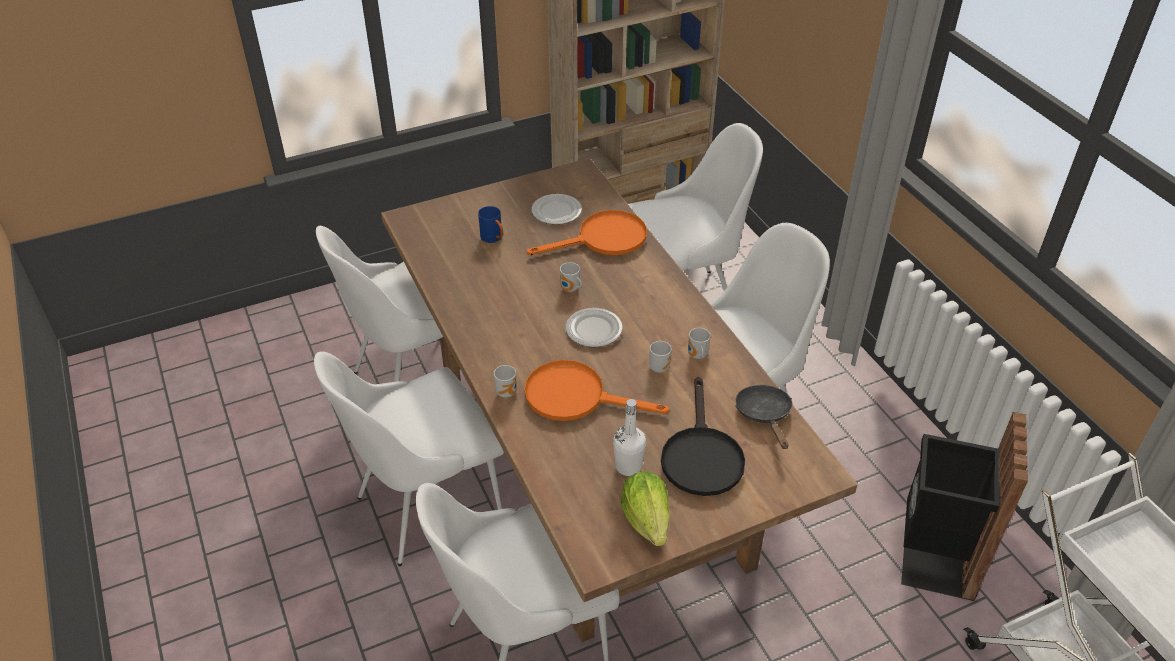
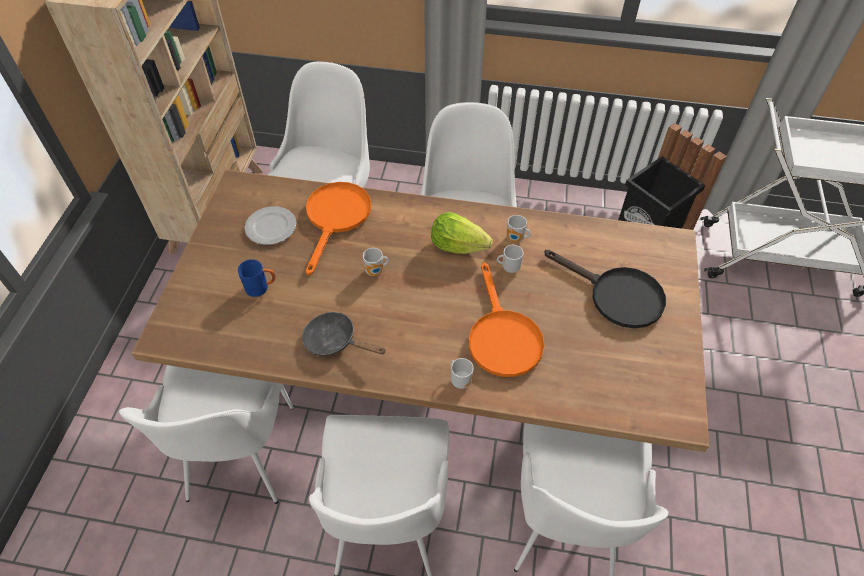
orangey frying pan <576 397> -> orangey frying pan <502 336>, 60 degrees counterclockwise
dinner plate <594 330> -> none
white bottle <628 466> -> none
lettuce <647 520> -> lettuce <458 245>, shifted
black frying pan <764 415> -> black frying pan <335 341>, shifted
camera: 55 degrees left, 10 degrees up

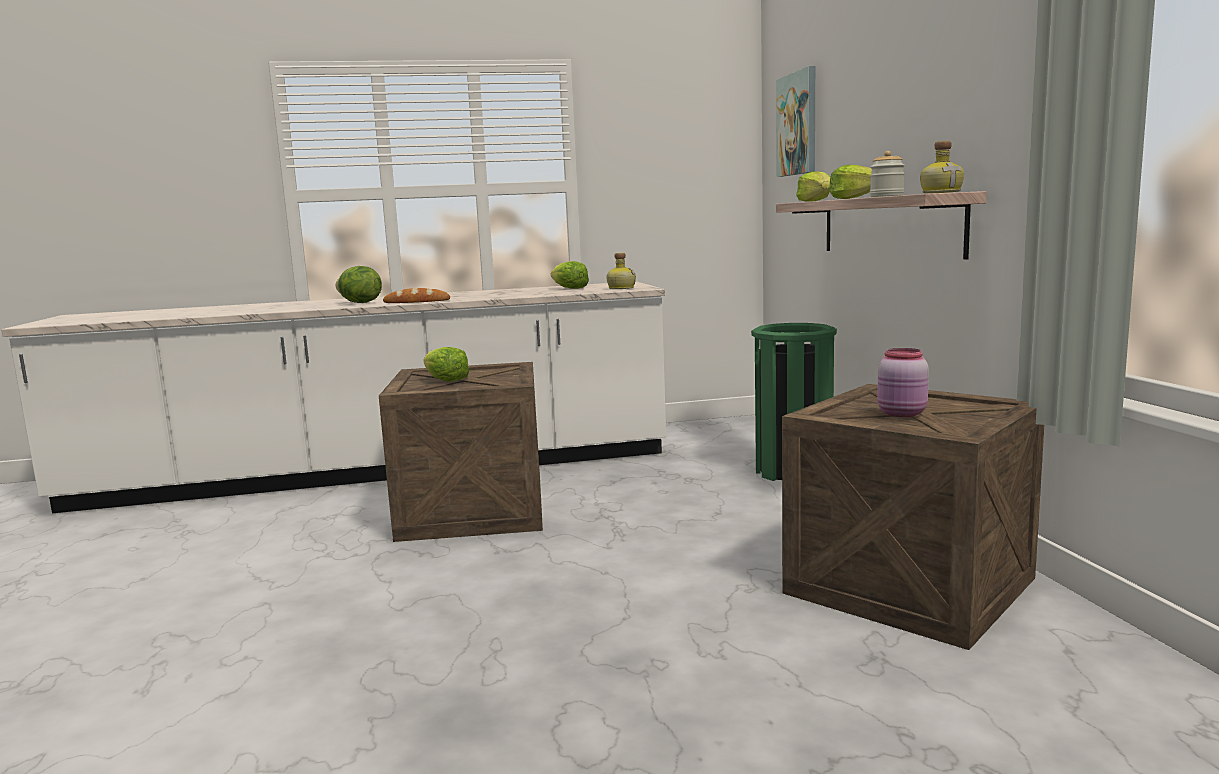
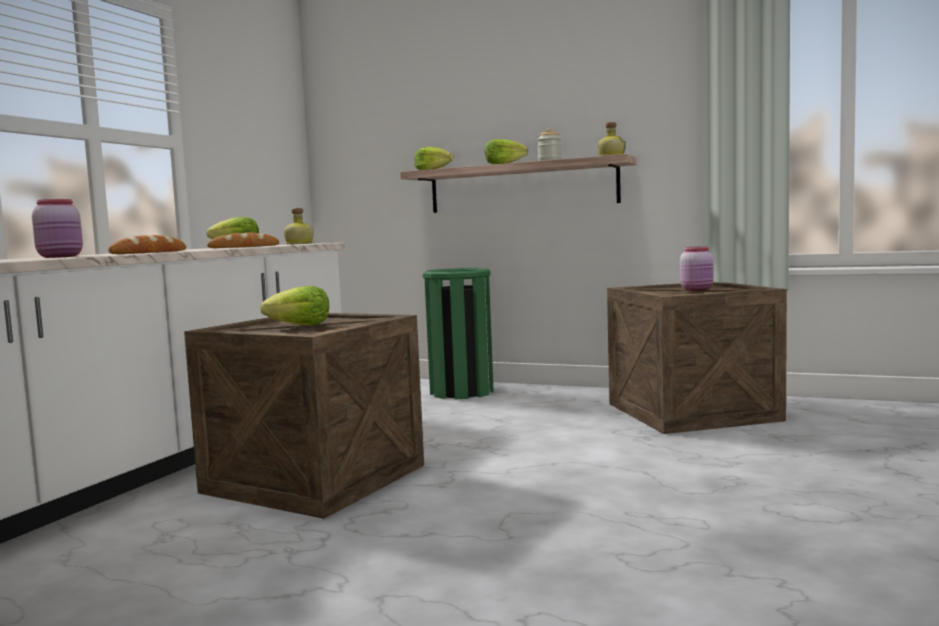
lettuce <359 303> -> pinkish jar <61 257>
wall art <798 124> -> none
none -> bread <244 247>
camera: 55 degrees left, 5 degrees down

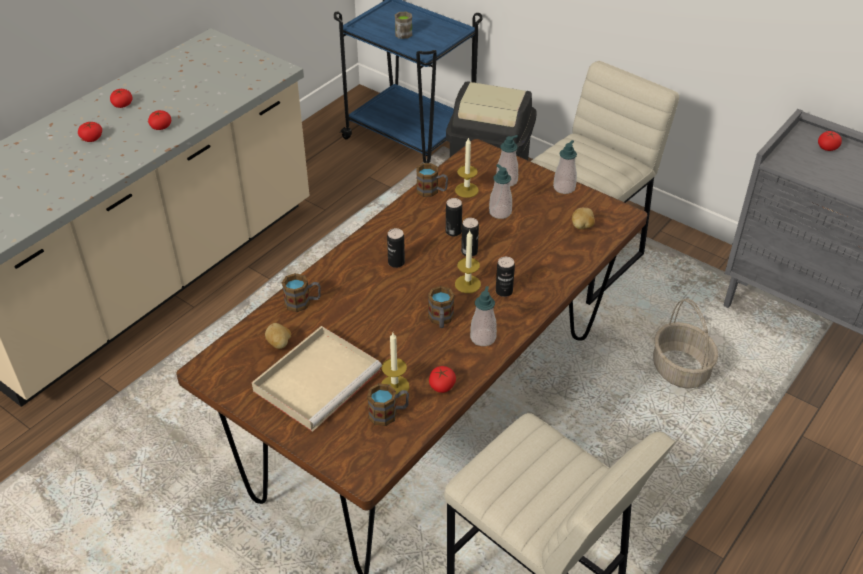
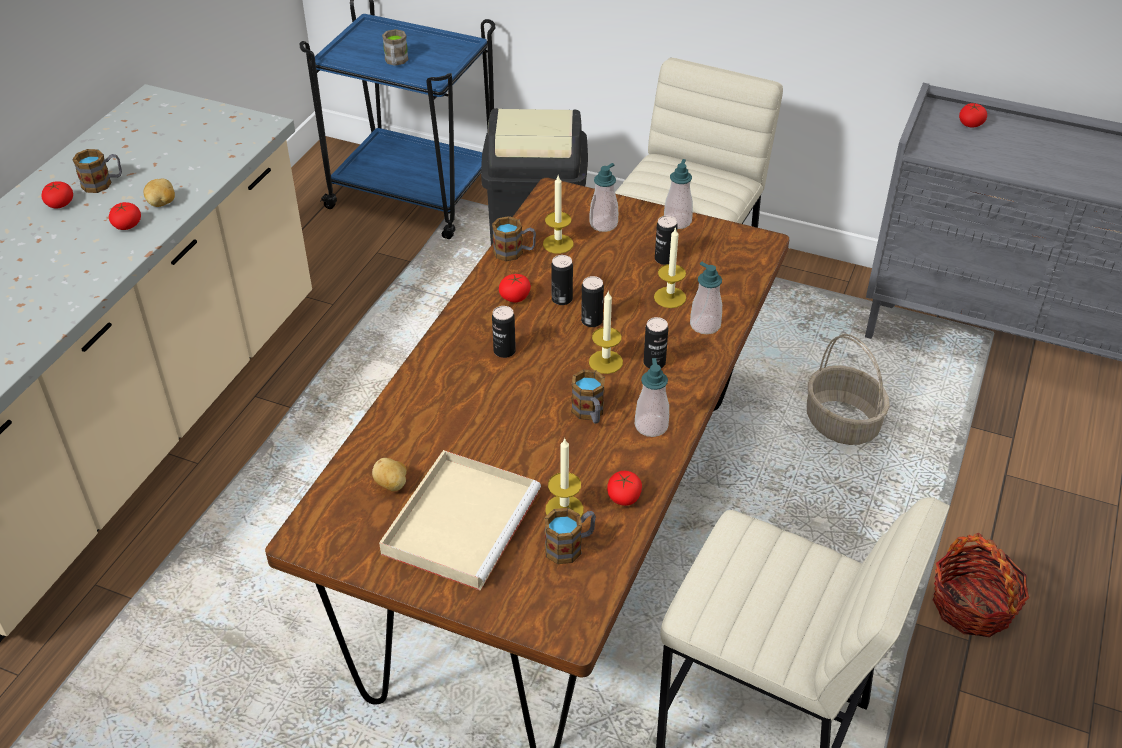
whole tomato <92 138> -> whole tomato <515 296>, shifted
coffee mug <303 302> -> coffee mug <103 183>, shifted
soap bottle <500 212> -> soap bottle <705 325>, shifted
potato <582 226> -> potato <162 203>, shifted
none -> candle <670 297>
none -> sealed can <664 259>
none -> household basket <972 605>
camera: 15 degrees left, 0 degrees up

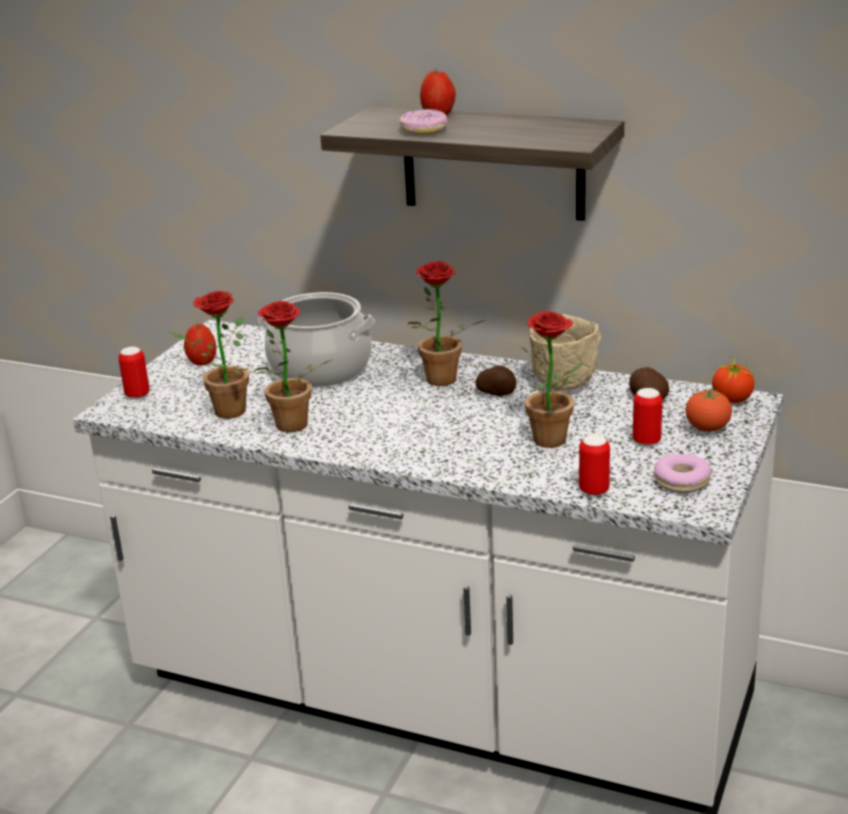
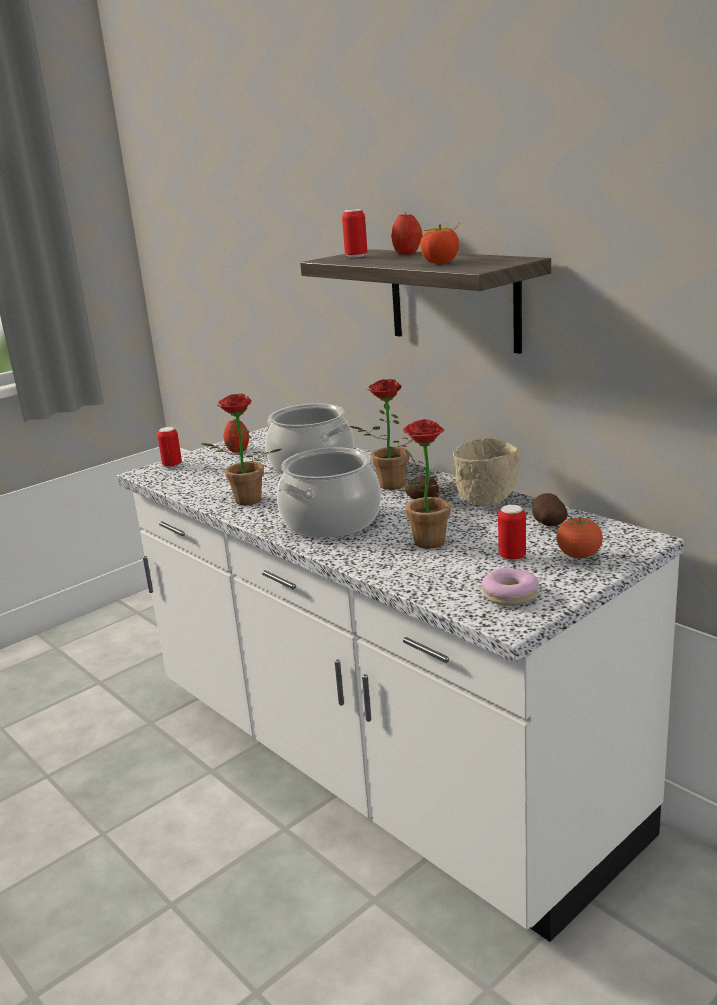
plant in a pot <223 412> -> none
ring doughnut <423 130> -> none
sealed can <594 490> -> sealed can <356 256>, shifted
whole tomato <731 399> -> whole tomato <440 262>, shifted
none -> cooking pot <330 521>
camera: 25 degrees right, 5 degrees down

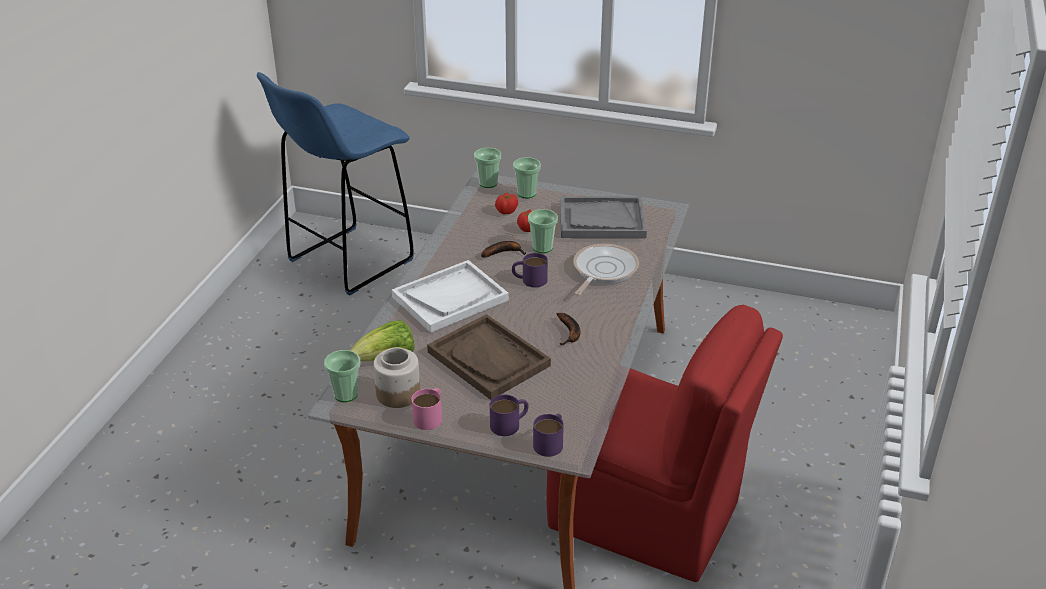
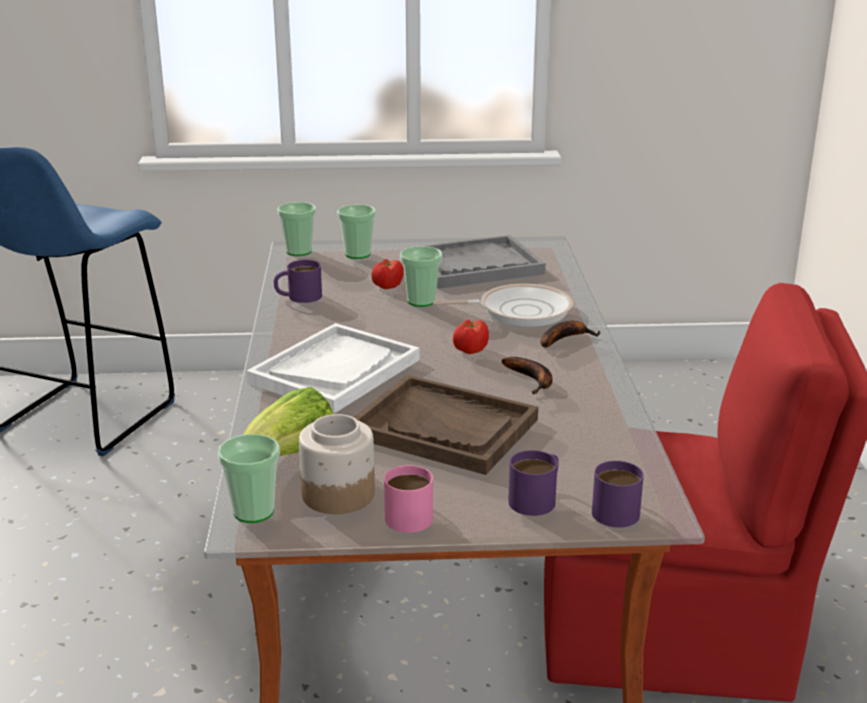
banana fruit <503 252> -> banana fruit <564 338>, shifted
whole tomato <506 211> -> whole tomato <470 350>, shifted
purple coffee mug <529 280> -> purple coffee mug <298 297>, shifted
frying pan <603 270> -> frying pan <519 311>, 75 degrees clockwise
camera: 20 degrees left, 10 degrees down

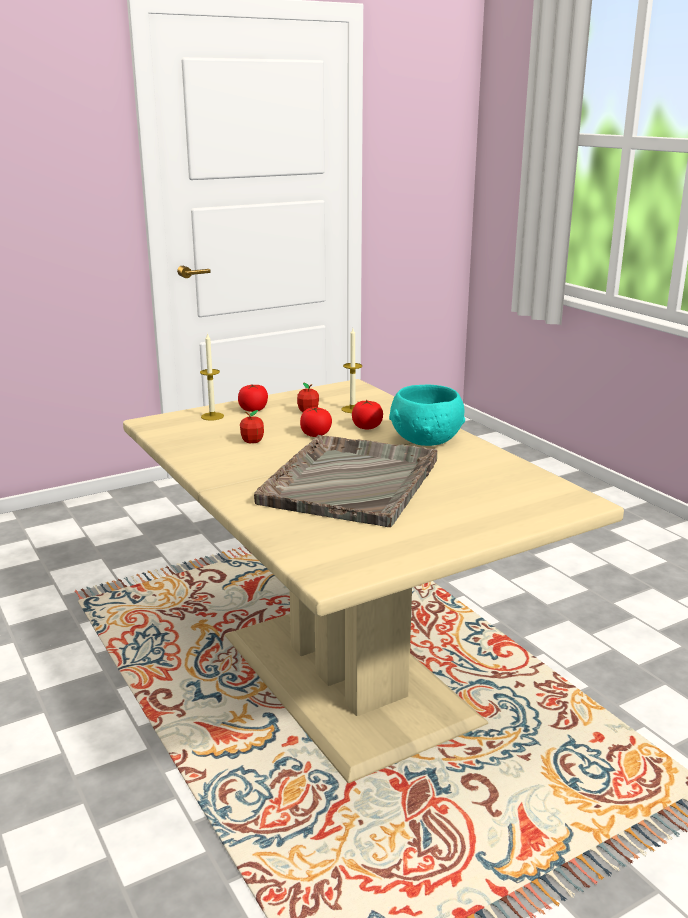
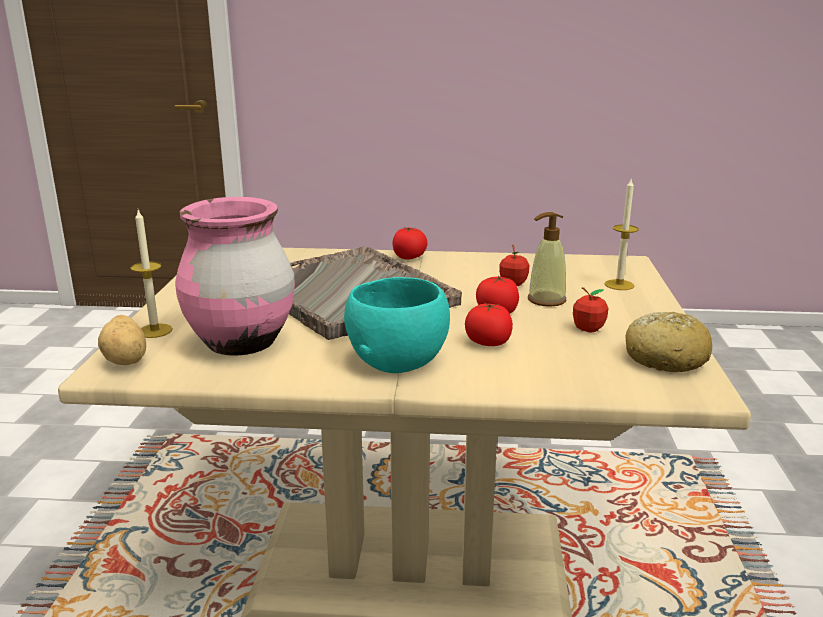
whole tomato <253 409> -> whole tomato <409 257>, shifted
candle <352 409> -> candle <155 331>, shifted
none -> potato <127 360>
none -> pinkish vase <241 344>
none -> soap bottle <546 300>
none -> bread <665 358>
camera: 125 degrees right, 0 degrees up

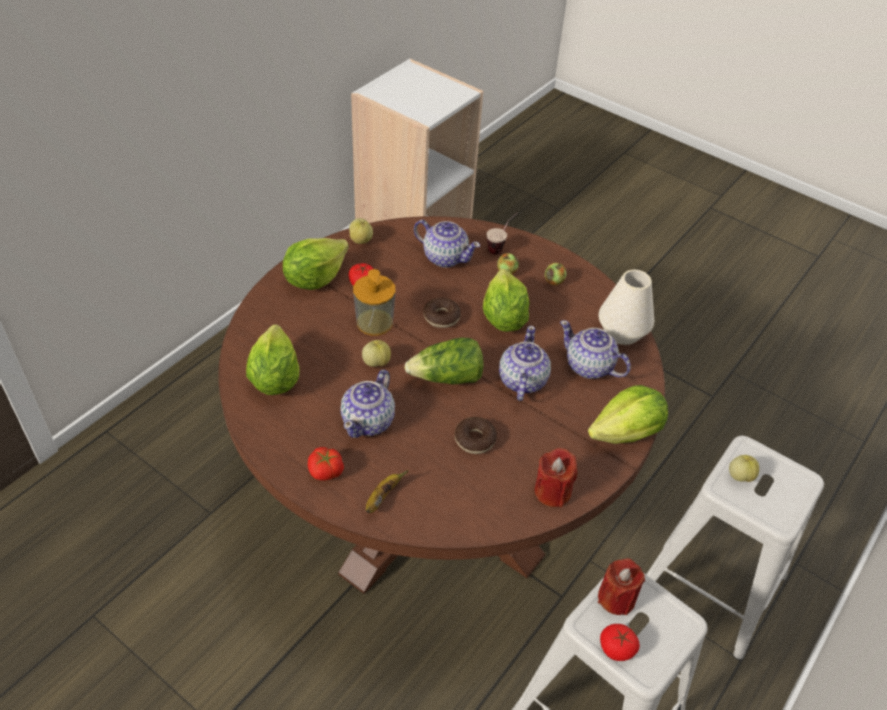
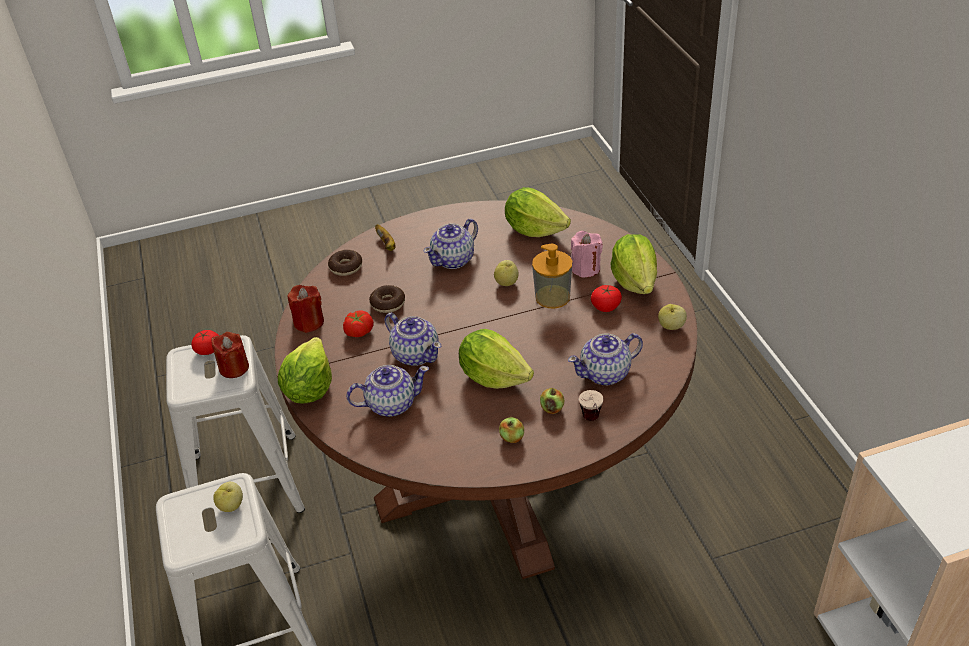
whole tomato <326 471> -> whole tomato <358 331>, shifted
tea pot <369 421> -> tea pot <454 259>, 105 degrees counterclockwise
lettuce <447 378> -> none
ring doughnut <441 317> -> ring doughnut <346 267>, shifted
white vase <622 332> -> none
none -> pinkish candle <585 268>
camera: 130 degrees right, 5 degrees down

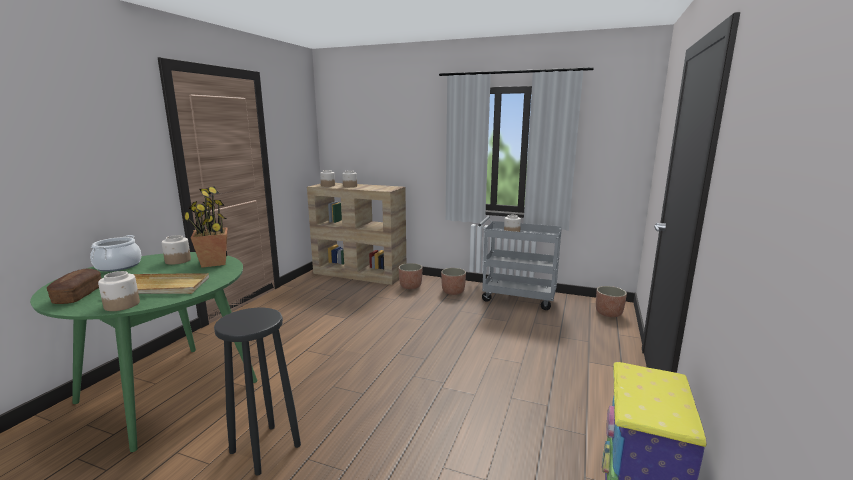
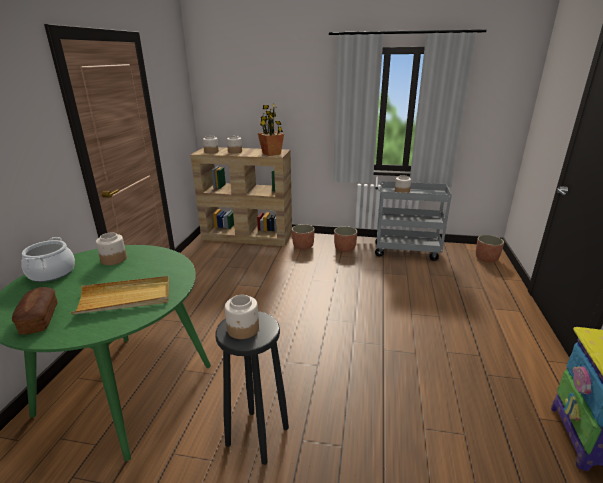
jar <122 305> -> jar <243 329>, shifted
plant in a pot <214 263> -> plant in a pot <271 154>, shifted
camera: 10 degrees left, 10 degrees up

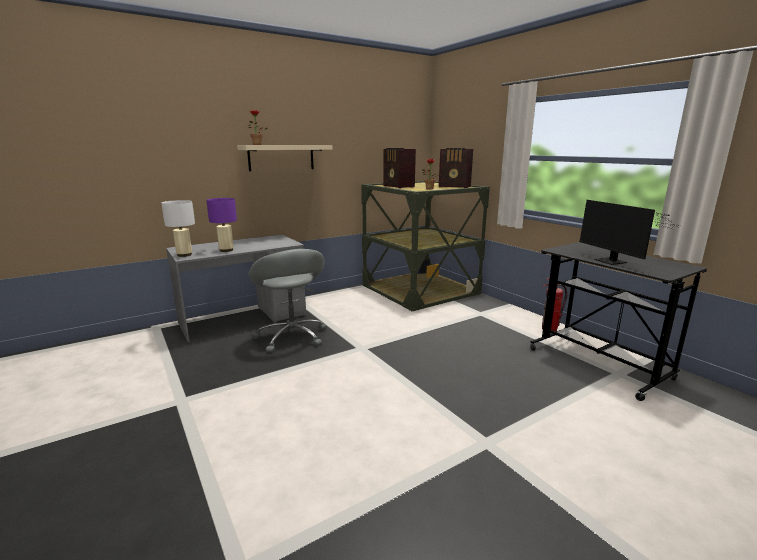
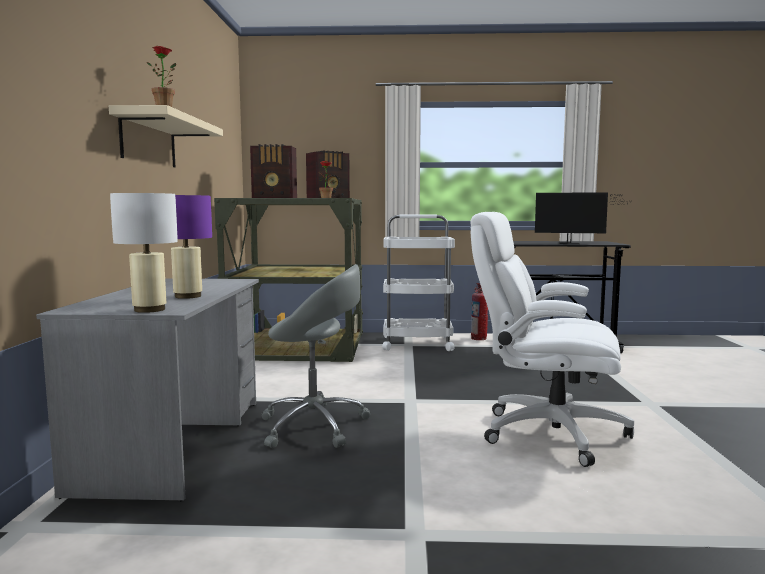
none -> white trolley <417 344>
none -> white computer chair <543 431>
camera: 55 degrees left, 10 degrees down

